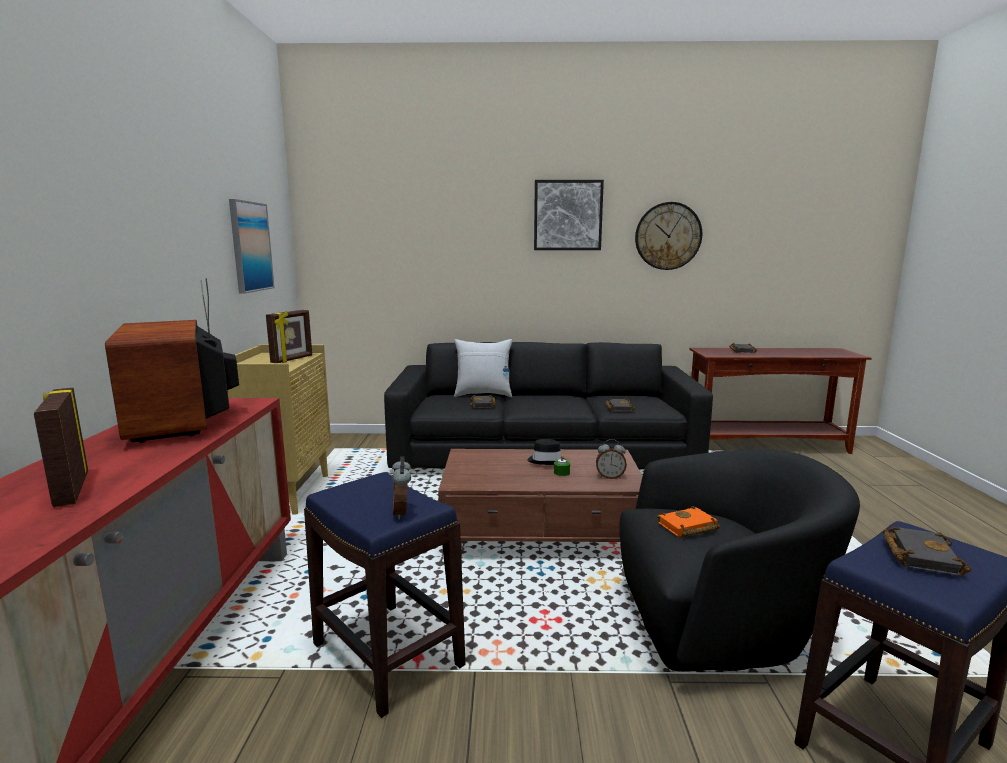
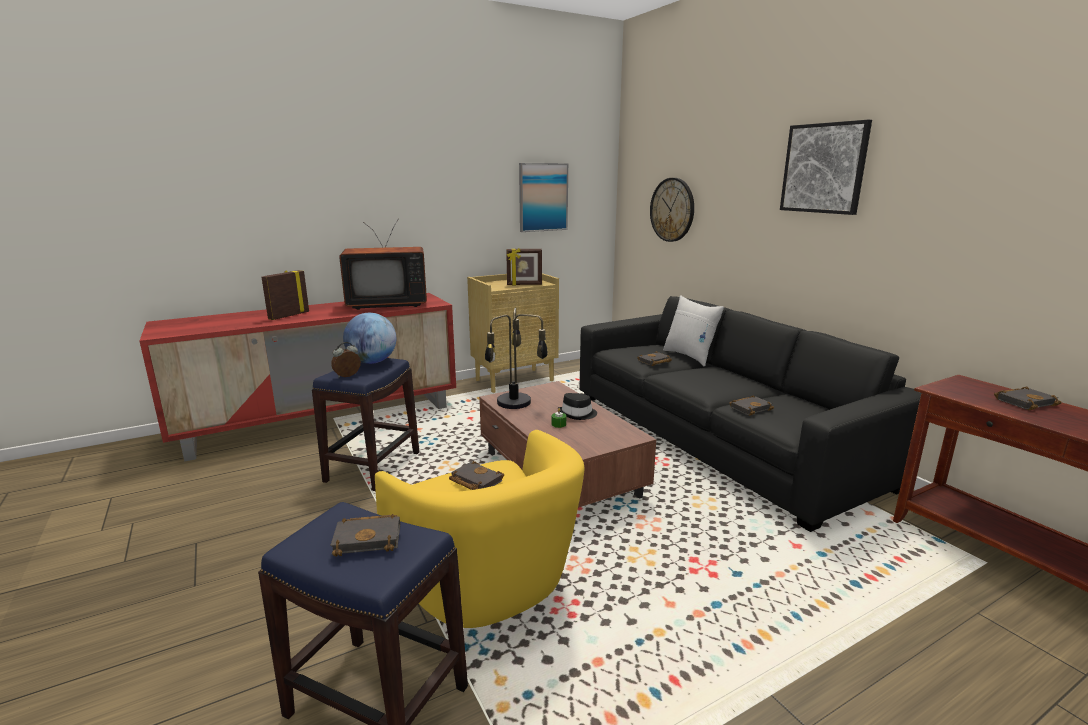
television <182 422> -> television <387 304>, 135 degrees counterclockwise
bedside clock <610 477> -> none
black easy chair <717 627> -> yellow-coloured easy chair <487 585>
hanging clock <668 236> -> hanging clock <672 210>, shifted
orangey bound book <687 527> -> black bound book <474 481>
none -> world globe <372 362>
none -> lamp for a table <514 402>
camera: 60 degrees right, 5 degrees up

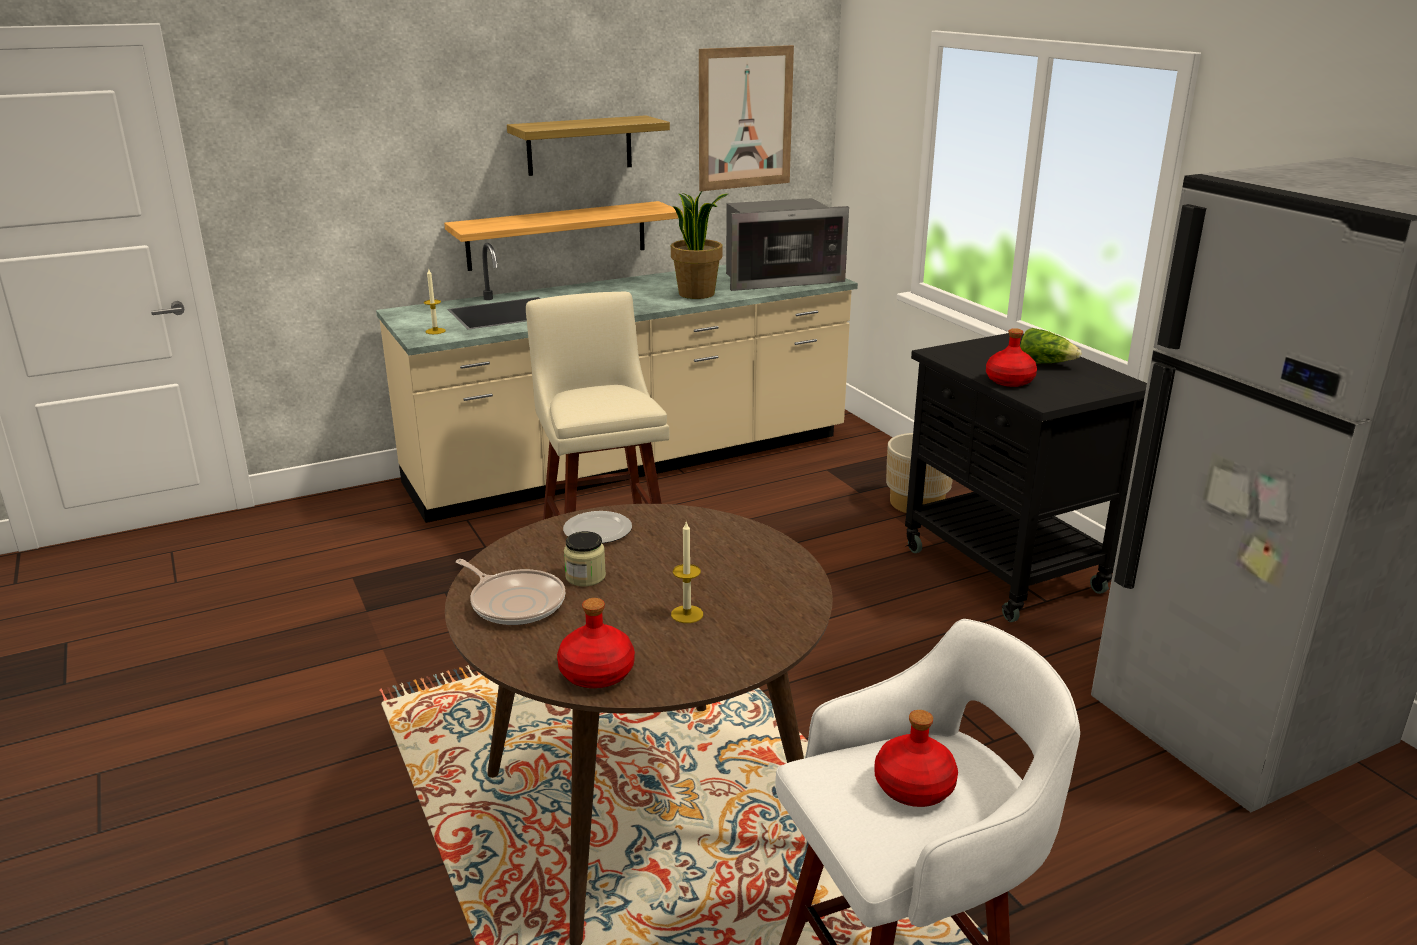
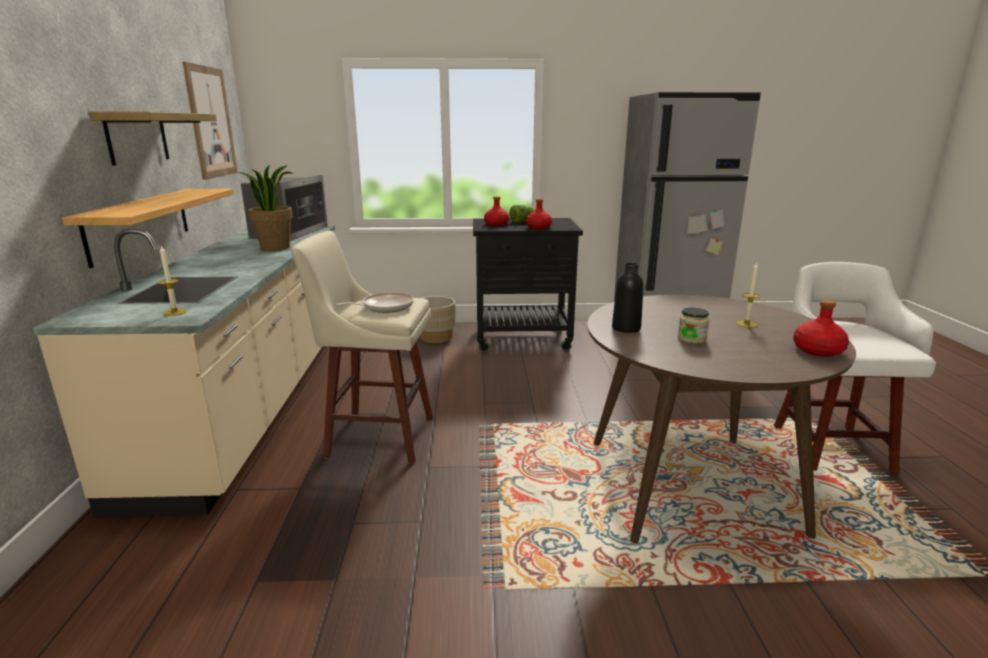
frying pan <515 602> -> frying pan <385 307>, shifted
dinner plate <598 531> -> black bottle <626 328>
reddish bottle <913 786> -> reddish bottle <496 224>, shifted
camera: 65 degrees left, 5 degrees down

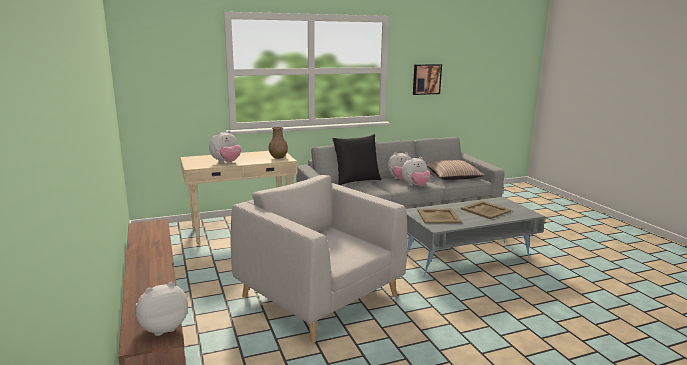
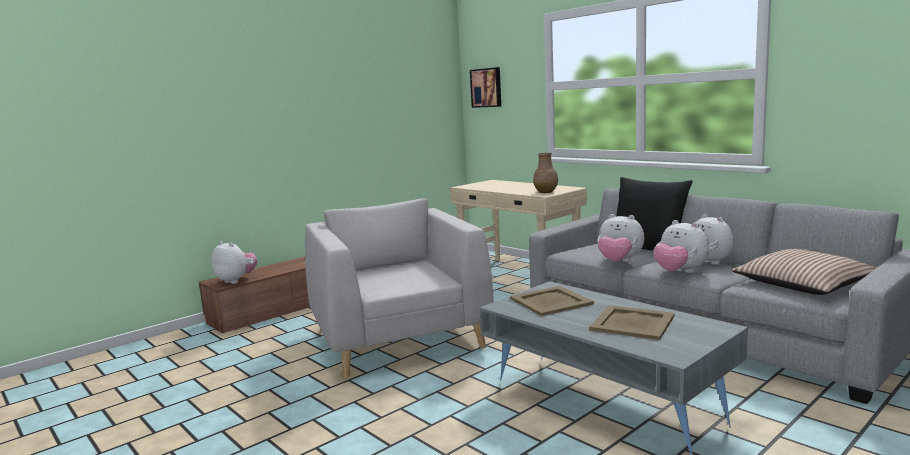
cuddly toy <226 162> -> cuddly toy <619 262>, shifted
greyish easy chair <319 295> -> greyish easy chair <398 338>, 45 degrees counterclockwise
wall art <426 79> -> wall art <487 87>, shifted
camera: 70 degrees right, 5 degrees down

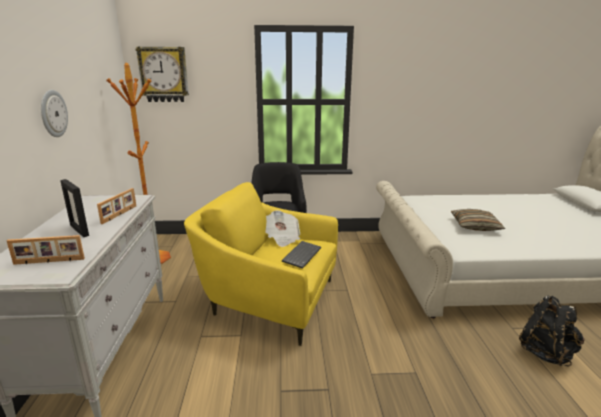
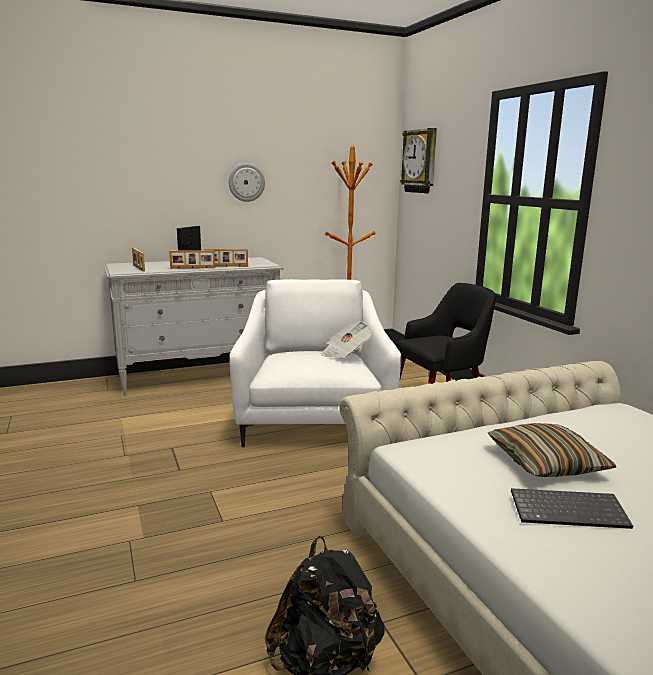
yellow-coloured easy chair <268 300> -> white easy chair <313 418>
PC keyboard <301 255> -> PC keyboard <569 510>, shifted
none -> picture frame <192 268>
camera: 70 degrees right, 5 degrees down

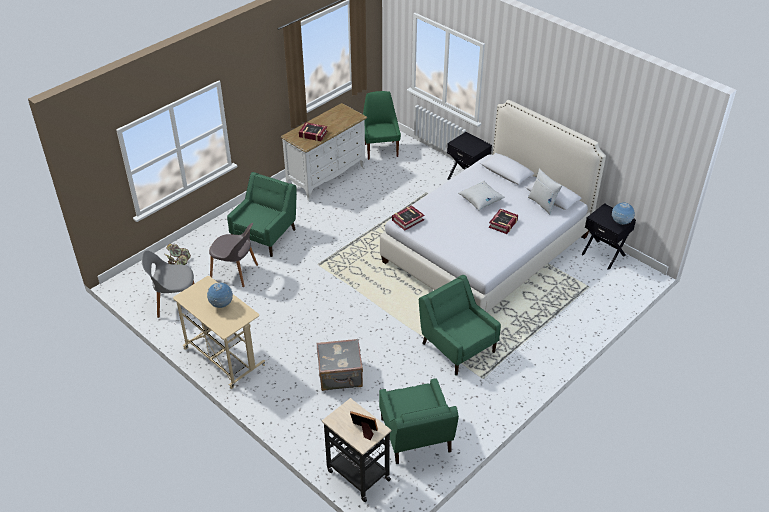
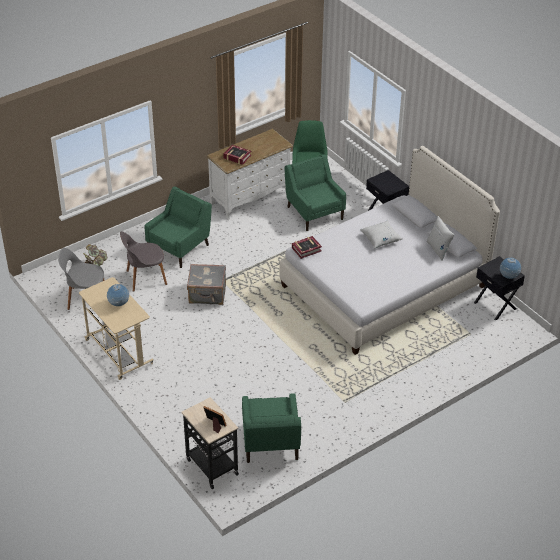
greyish chair <235 272> -> greyish chair <145 278>, 135 degrees clockwise
greyish suitcase <340 376> -> greyish suitcase <207 294>, shifted
green easy chair <457 346> -> green easy chair <314 212>, shifted
bound book <503 224> -> none
camera: 10 degrees right, 0 degrees up

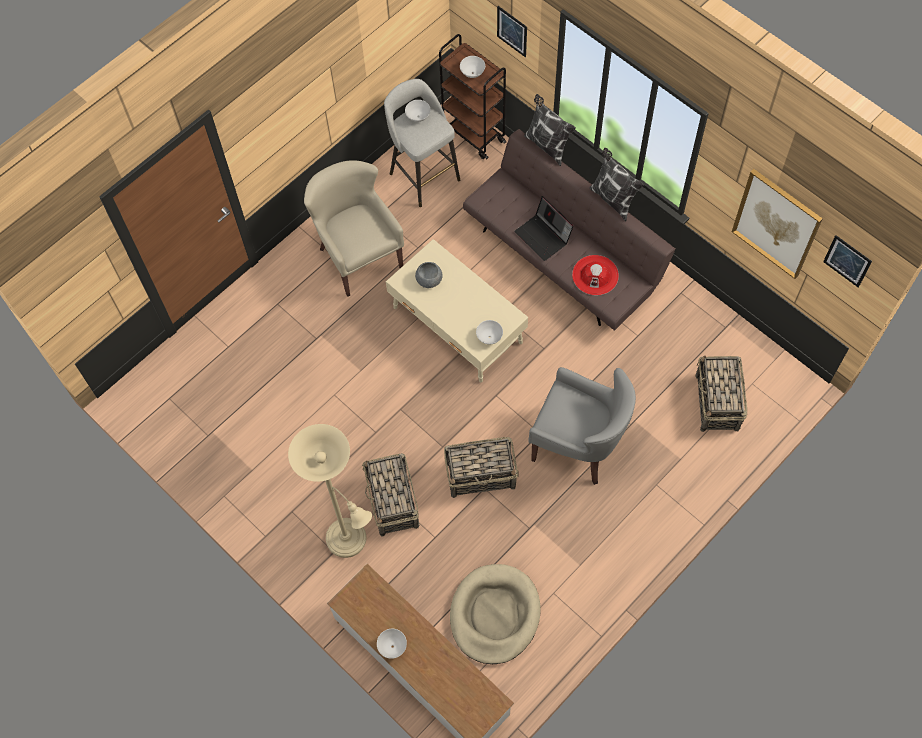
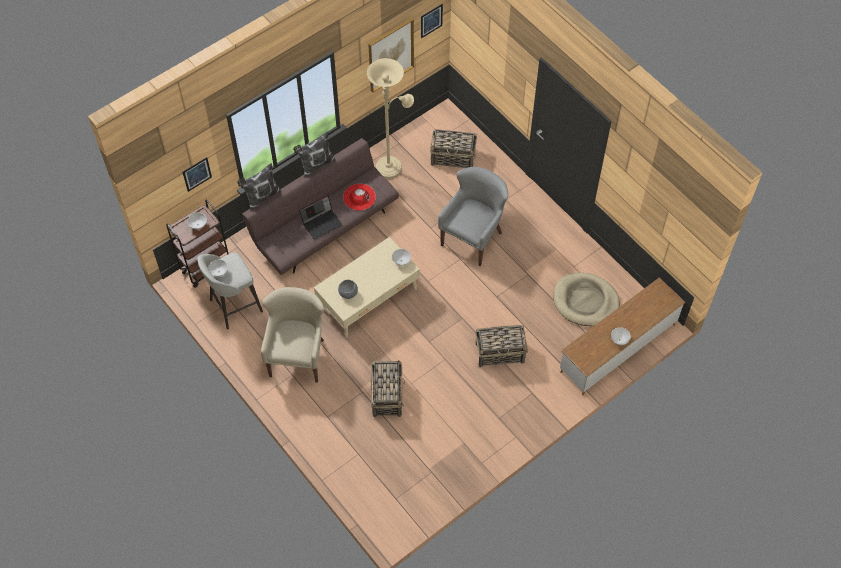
beige standing lamp <350 542> -> beige standing lamp <391 165>, shifted
beige easy chair <359 257> -> beige easy chair <298 356>, 120 degrees clockwise
household basket <481 475> -> household basket <387 395>, shifted
camera: 85 degrees left, 5 degrees down

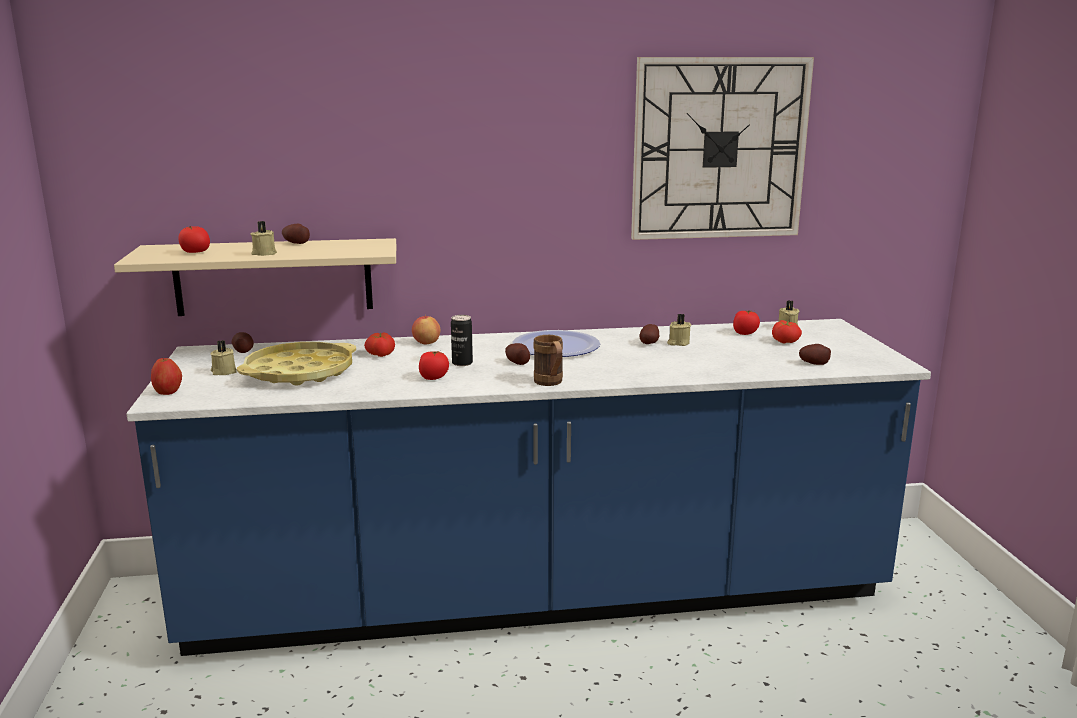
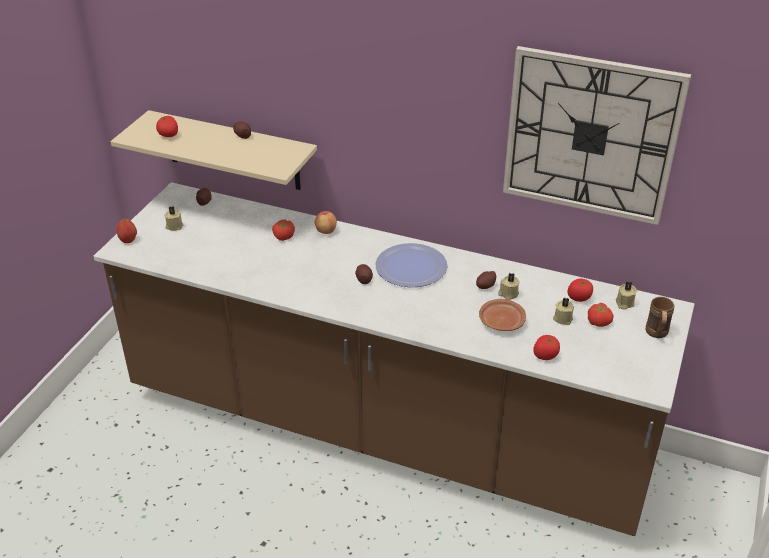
blue-coloured kitchen counter <538 595> -> brownish kitchen counter <384 428>
yellow-coloured carrying tray <299 372> -> none
beige candle <264 253> -> beige candle <562 318>, shifted
whole tomato <433 377> -> whole tomato <545 355>, shifted
sealed can <462 363> -> none
brownish coffee mug <550 383> -> brownish coffee mug <656 335>, shifted
potato <813 363> -> none
none -> brownish dinner plate <501 321>
camera: 30 degrees right, 20 degrees up

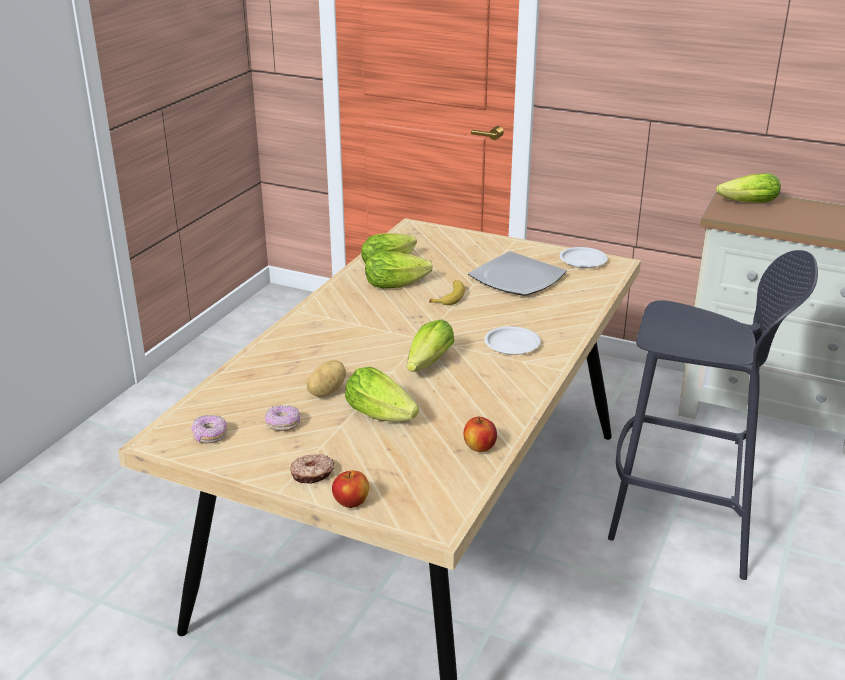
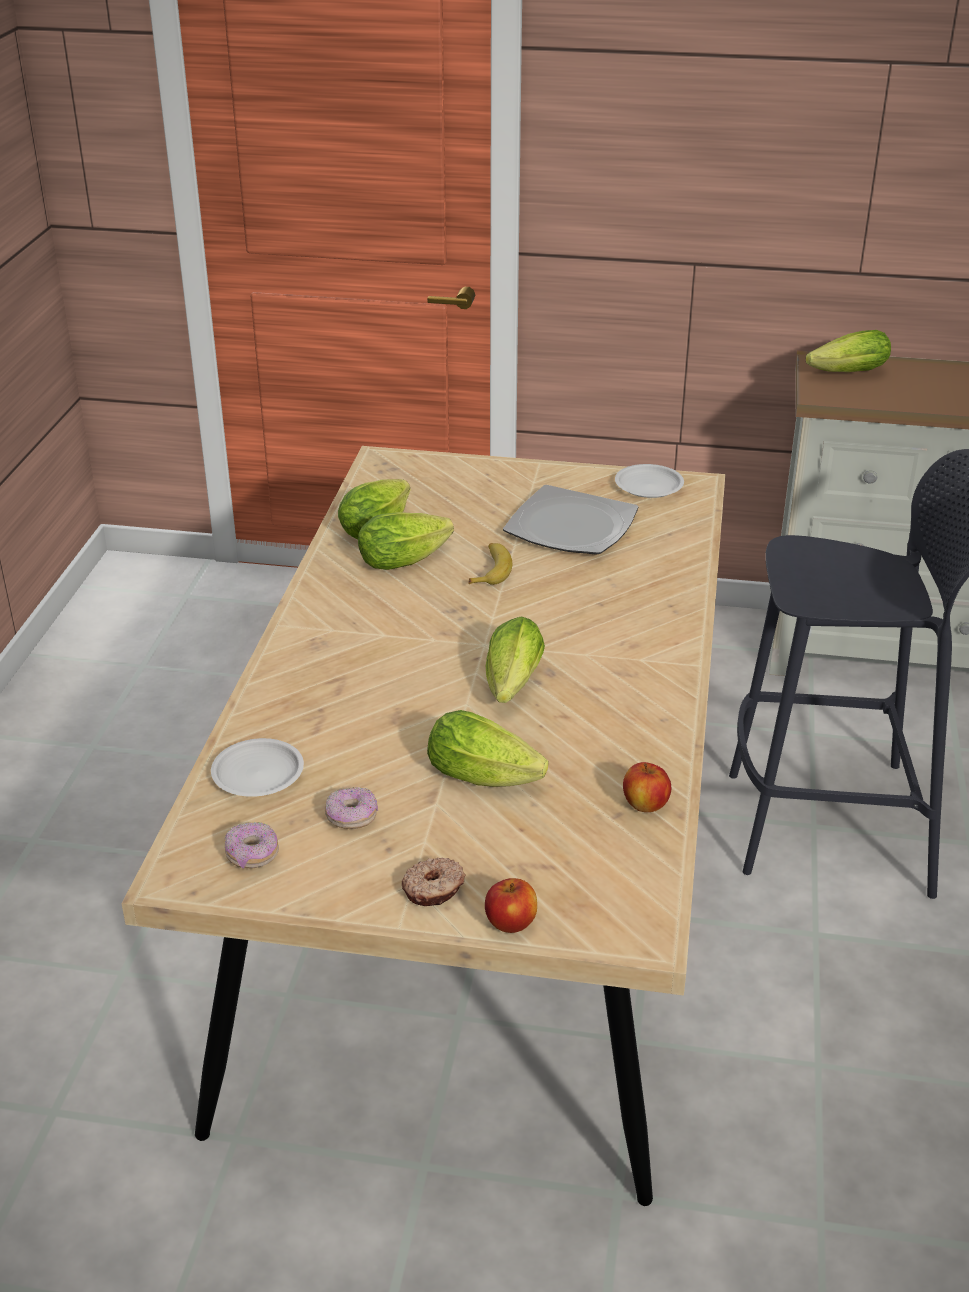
potato <325 391> -> none
white dinner plate <512 344> -> white dinner plate <258 774>, shifted
camera: 15 degrees left, 5 degrees up

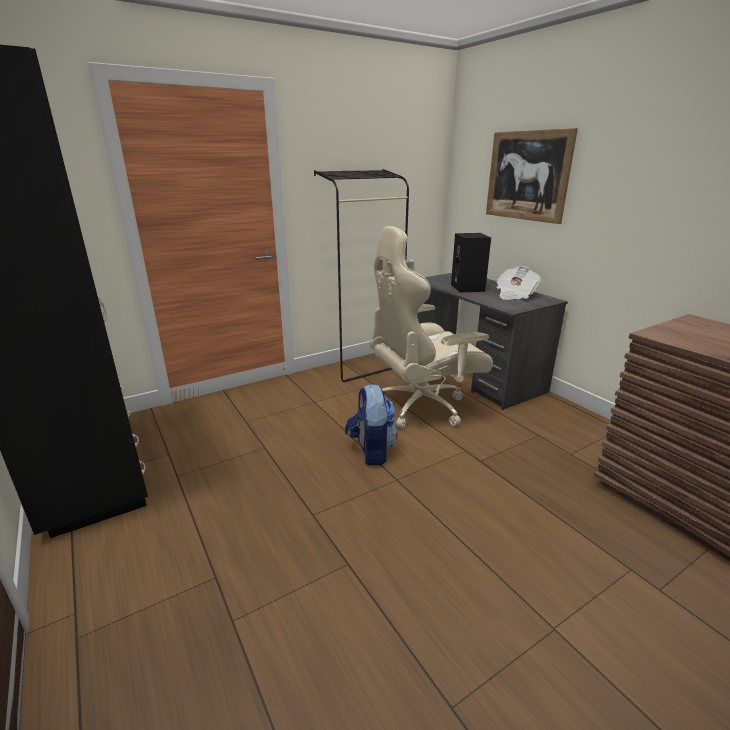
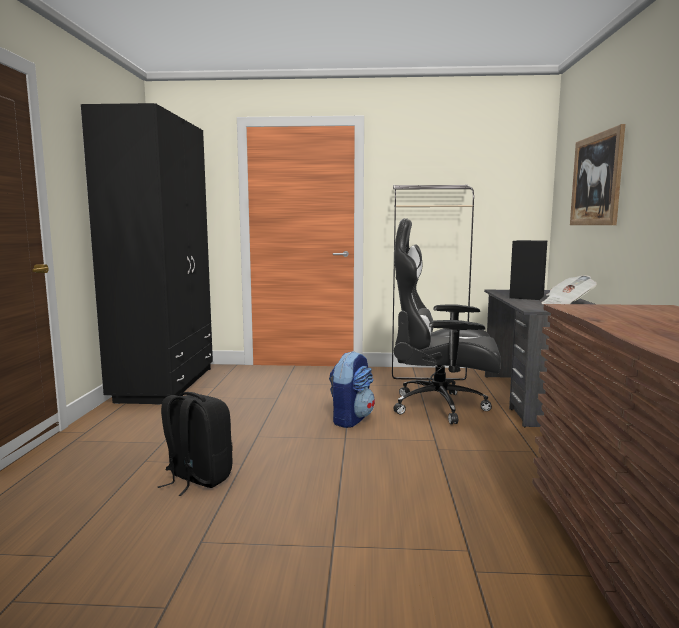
beige computer chair <425 406> -> black computer chair <445 407>
none -> black backpack <197 479>
camera: 35 degrees right, 15 degrees down

